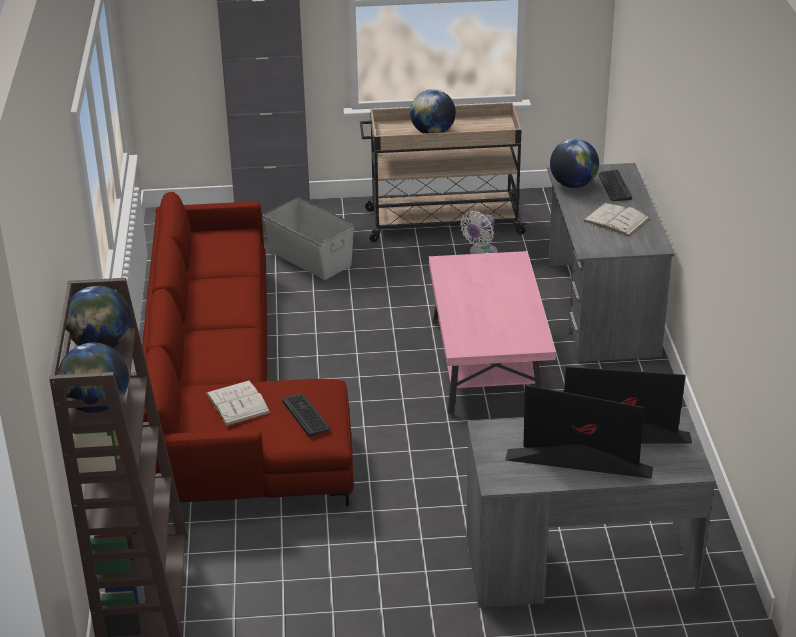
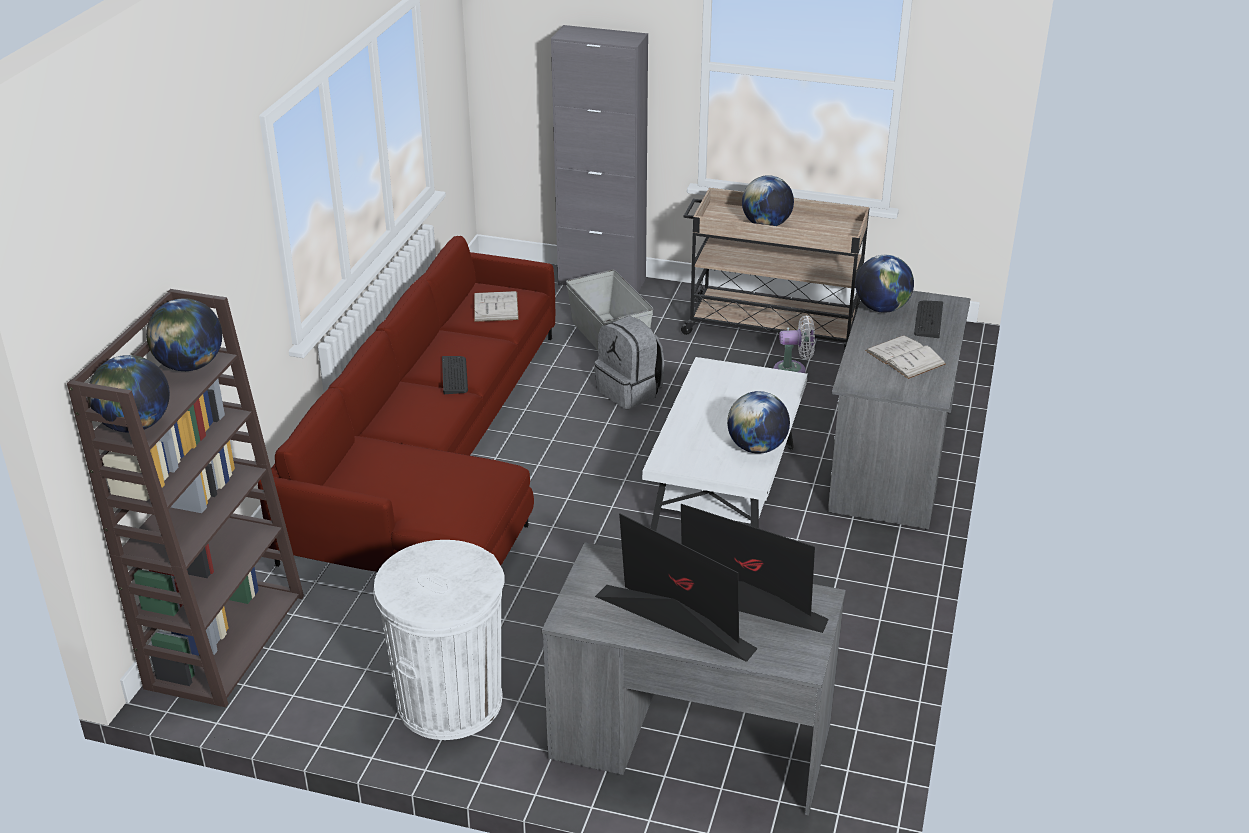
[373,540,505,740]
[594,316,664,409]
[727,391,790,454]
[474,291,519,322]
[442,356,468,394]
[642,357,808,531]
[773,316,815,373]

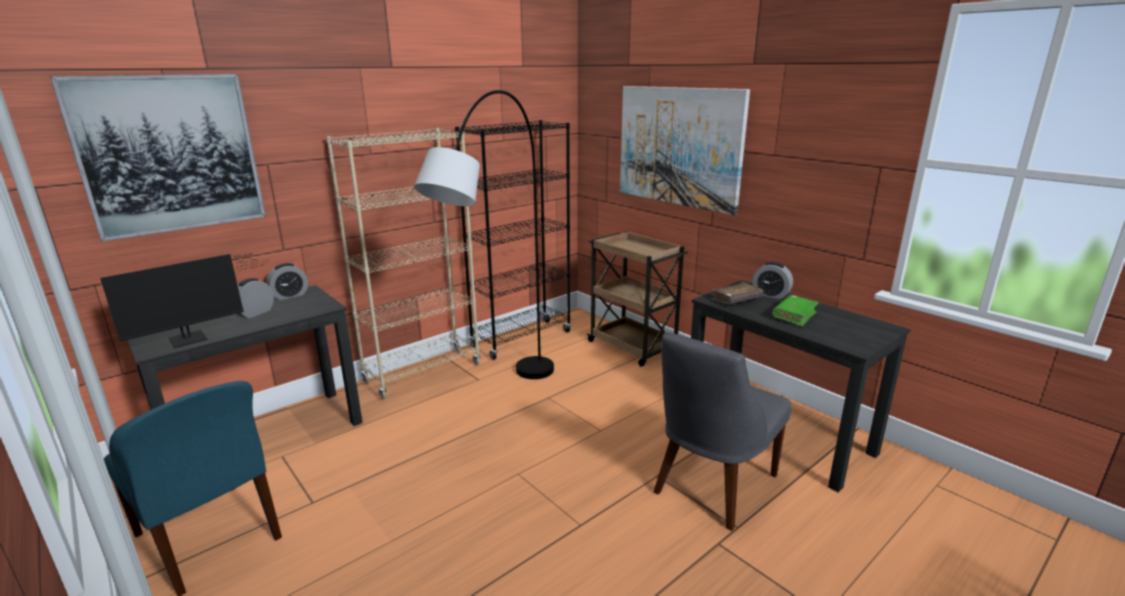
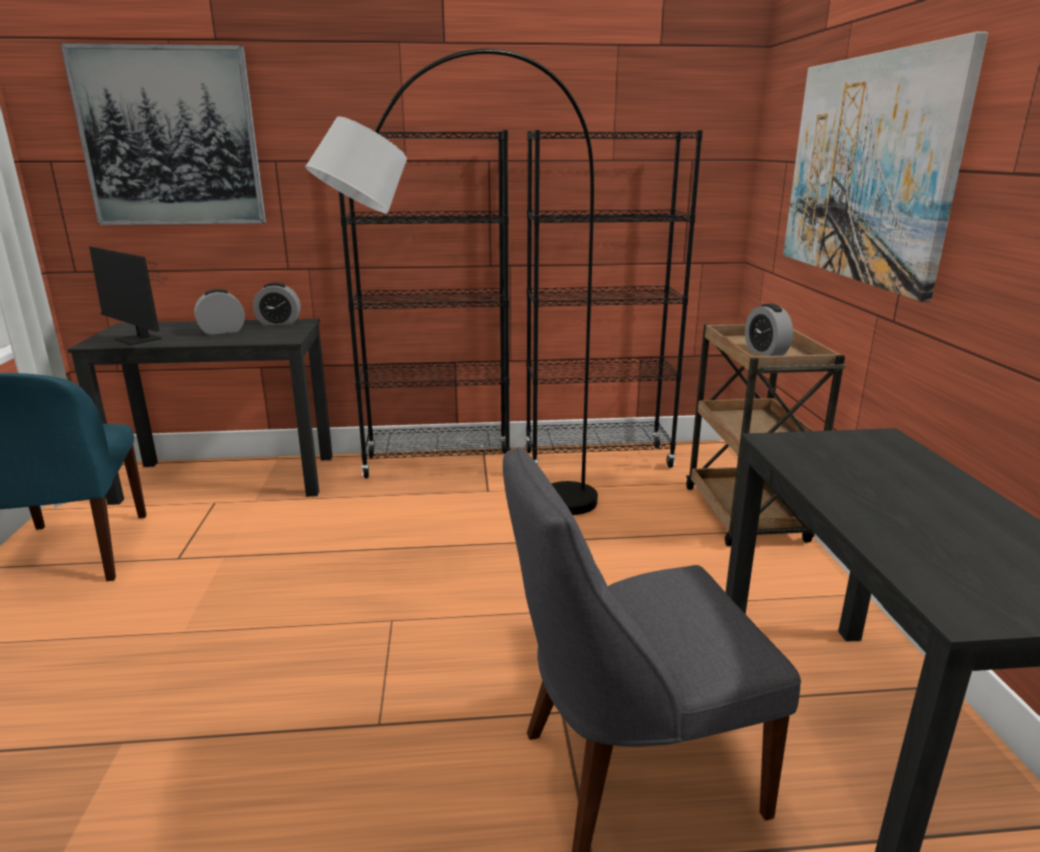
[711,282,764,305] (first image)
[772,295,819,327] (first image)
[745,304,793,356]
[339,130,510,479]
[89,246,163,345]

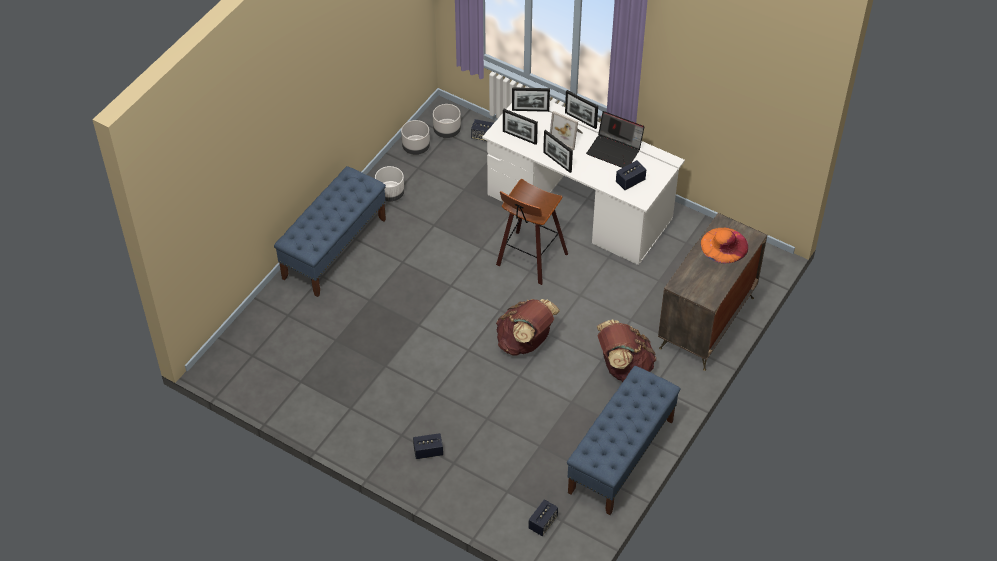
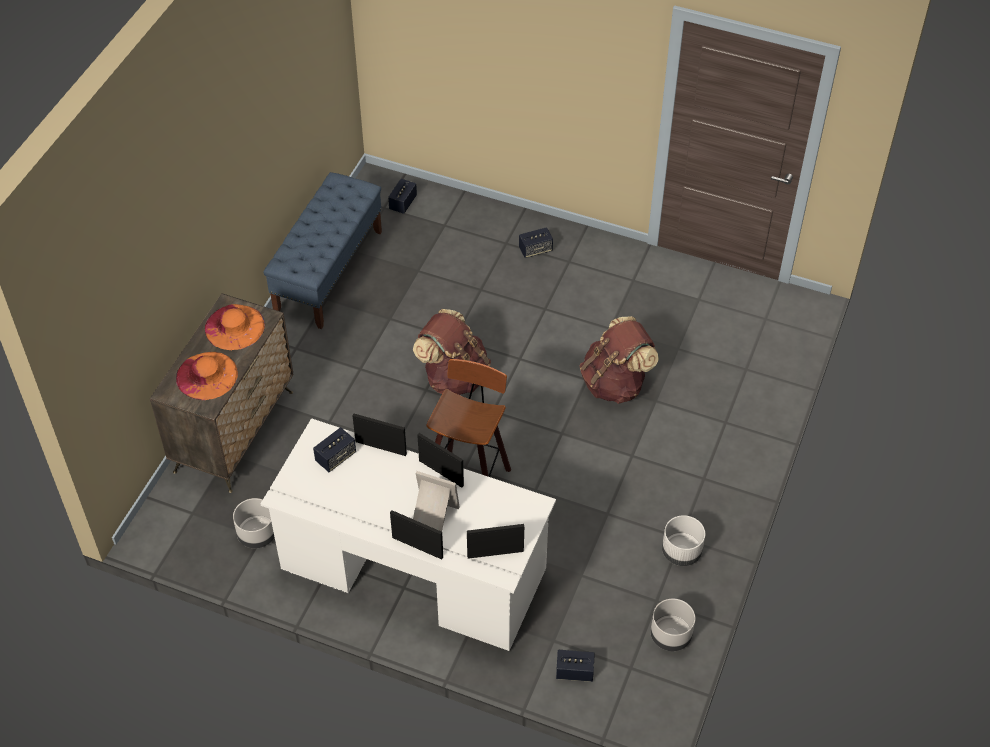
[274,166,386,297] (first image)
[586,111,644,168] (first image)
[205,304,265,350]
[233,498,275,548]
[353,414,407,456]
[580,316,659,404]

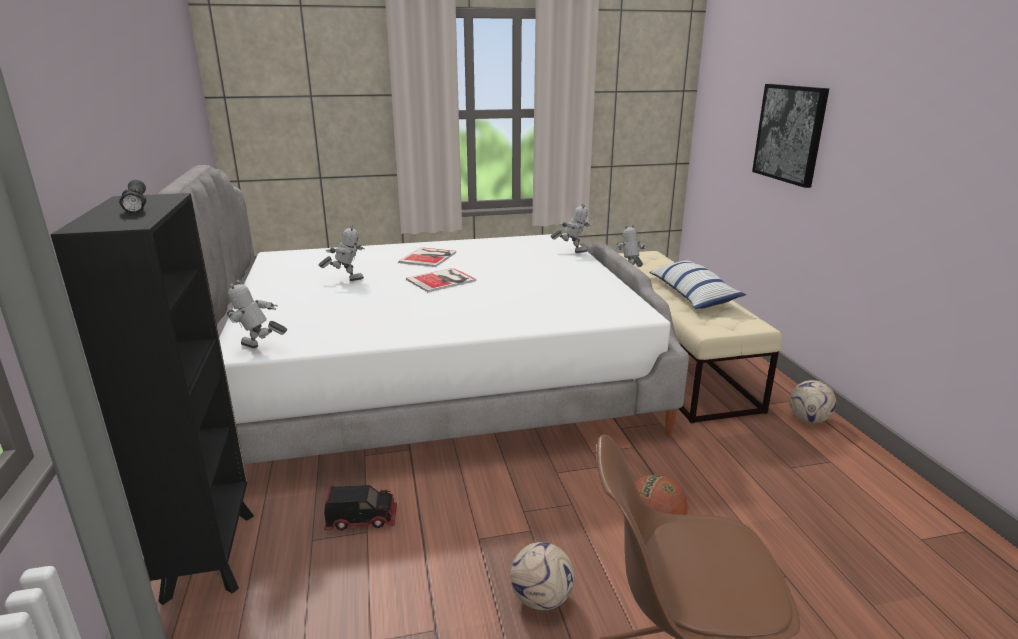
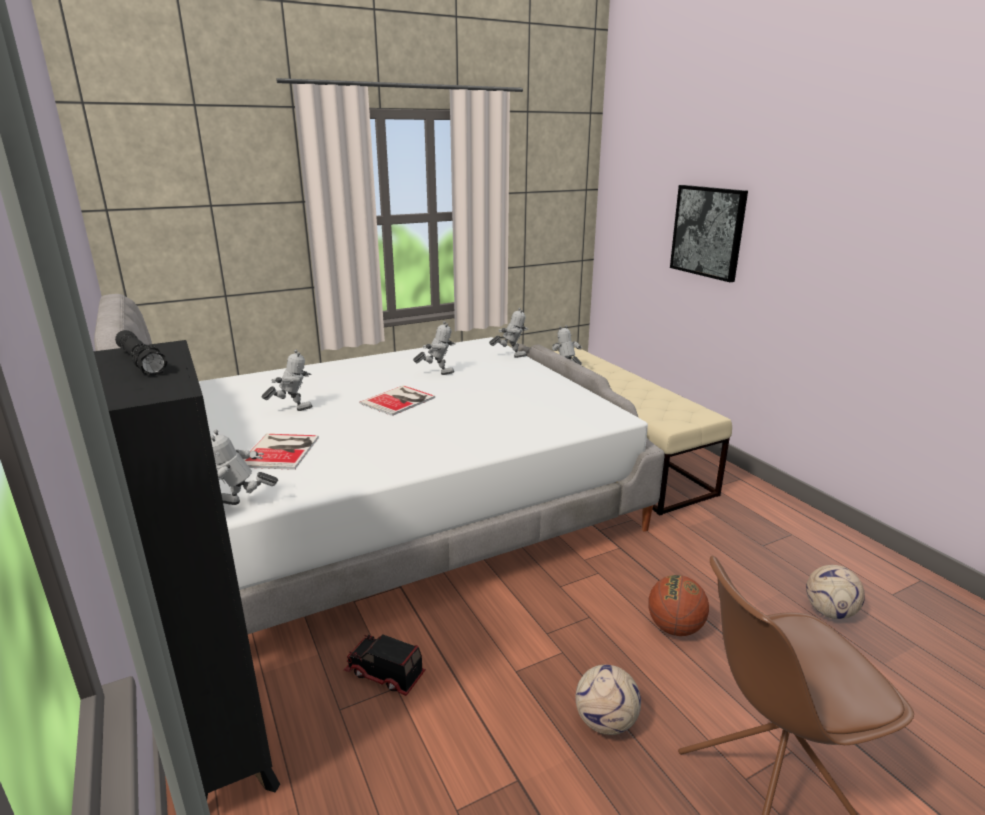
[650,261,746,309] (first image)
[413,321,456,375]
[243,434,319,470]
[806,565,865,619]
[344,635,425,696]

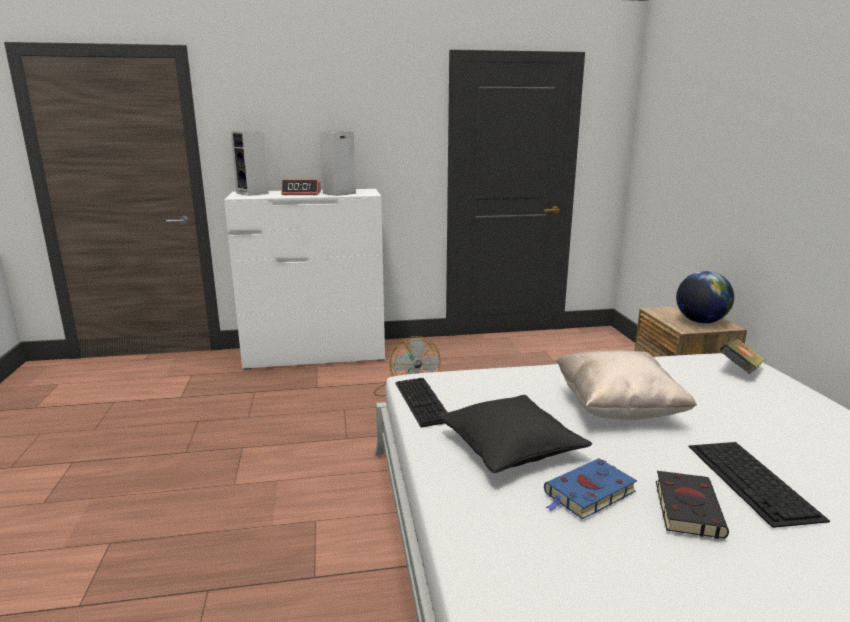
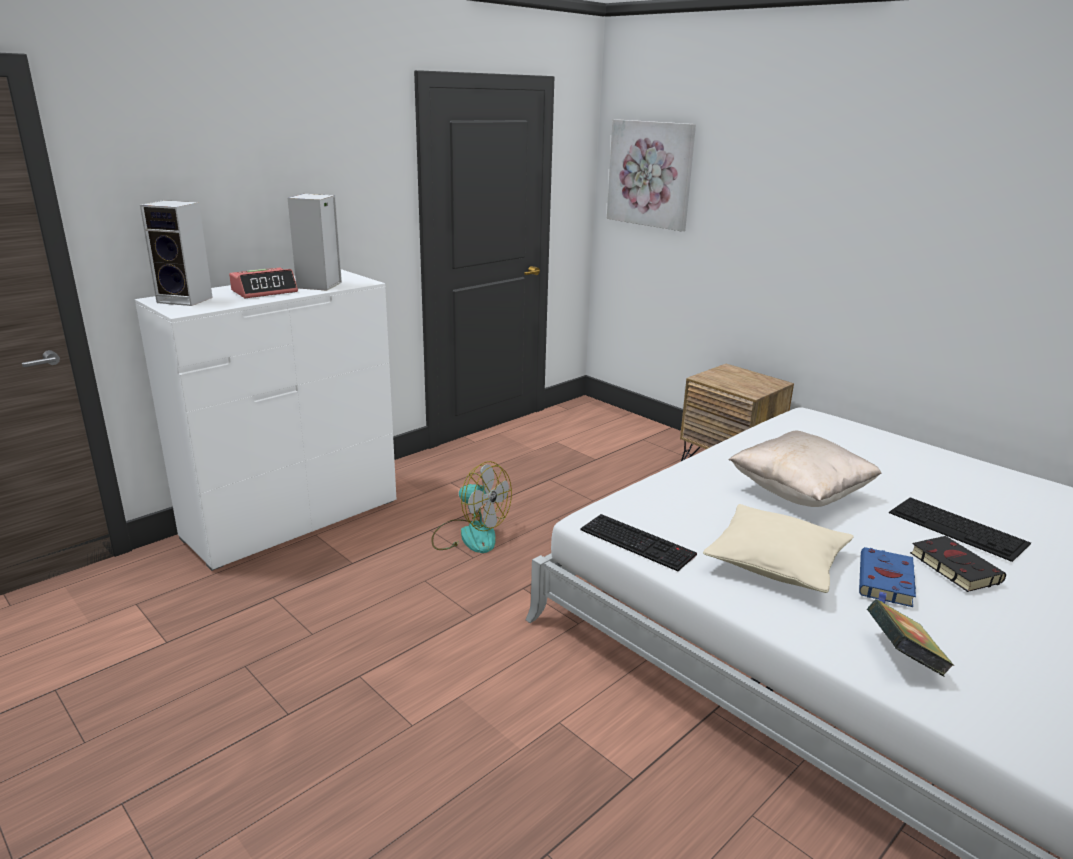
[676,271,734,323] (first image)
[607,119,696,231]
[867,599,954,676]
[703,504,854,593]

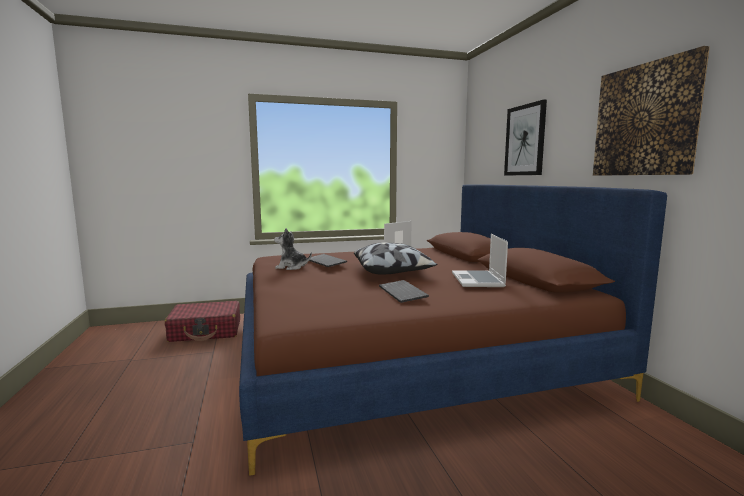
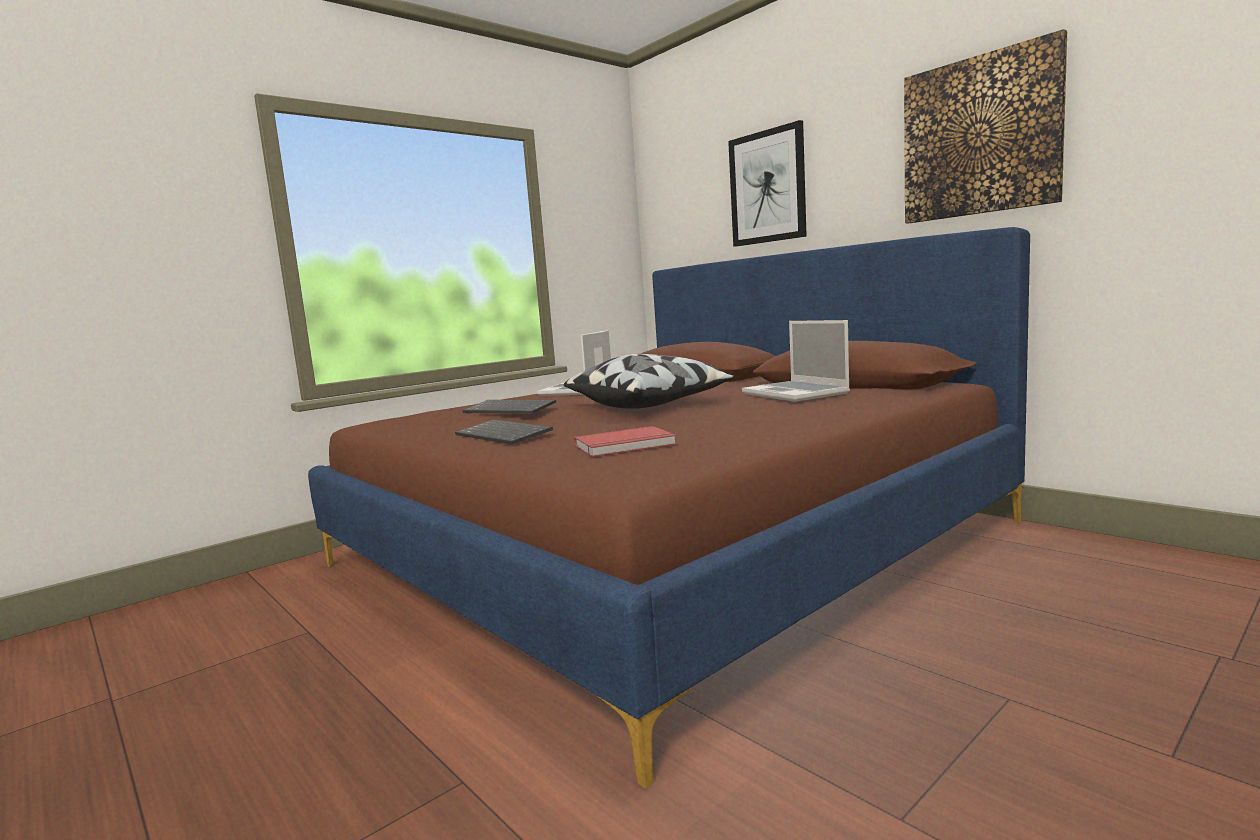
[165,301,240,342] (first image)
[274,228,312,270] (first image)
[574,426,677,457]
[455,419,553,445]

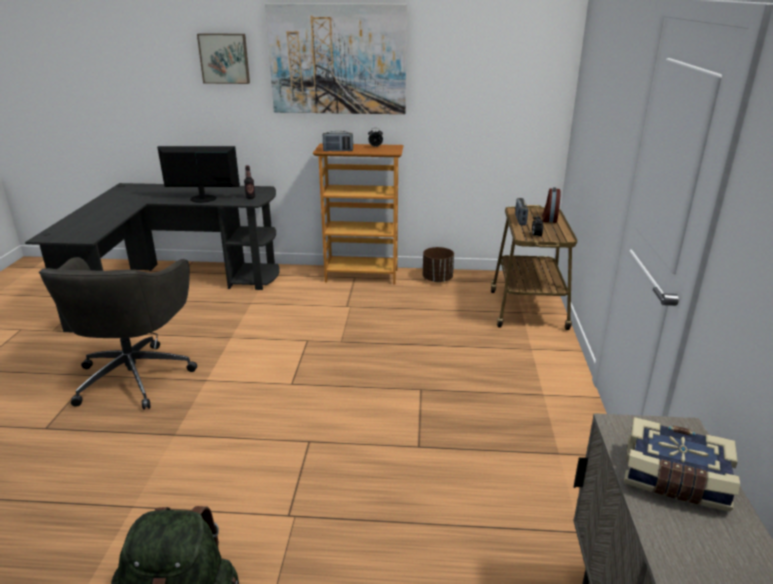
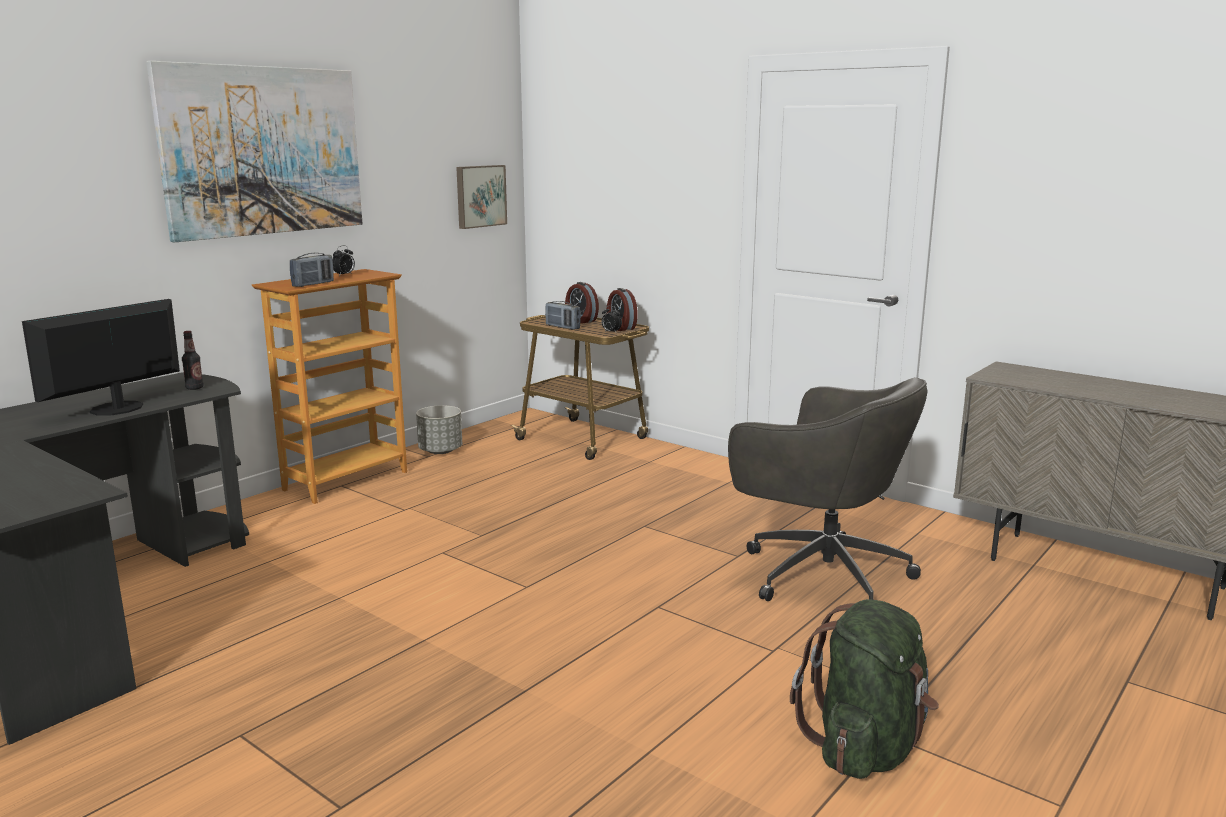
[624,417,740,512] (first image)
[607,288,638,331]
[728,377,928,601]
[456,165,507,229]
[416,405,462,454]

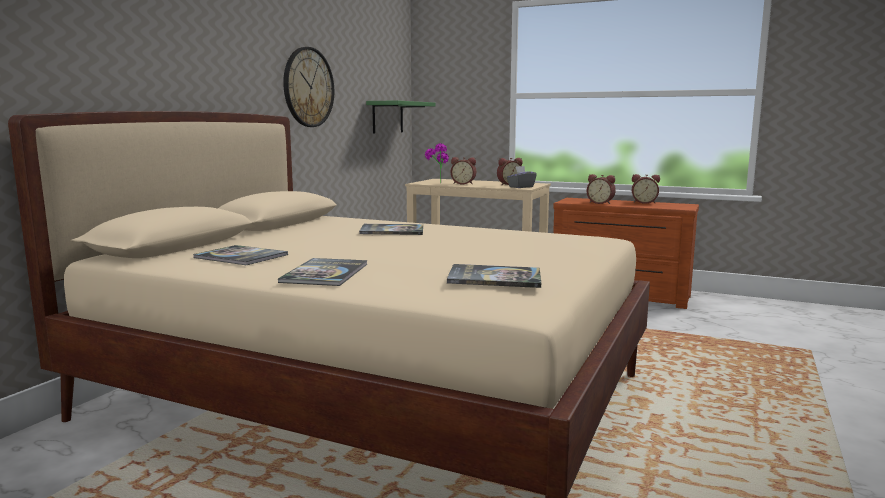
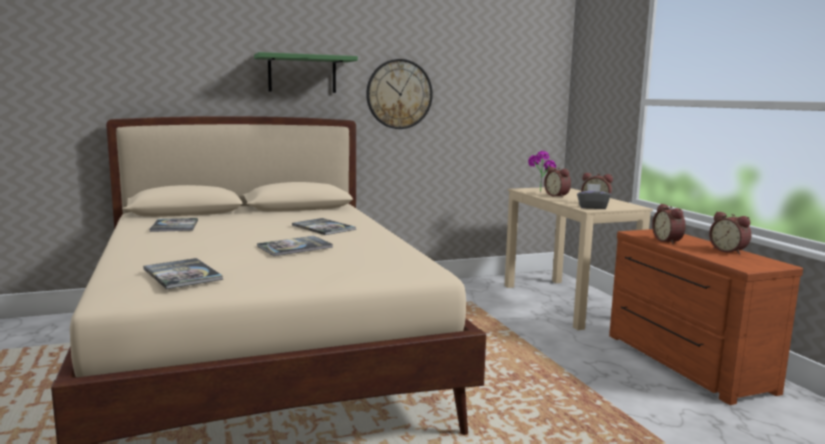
[257,236,333,256]
[254,52,358,93]

